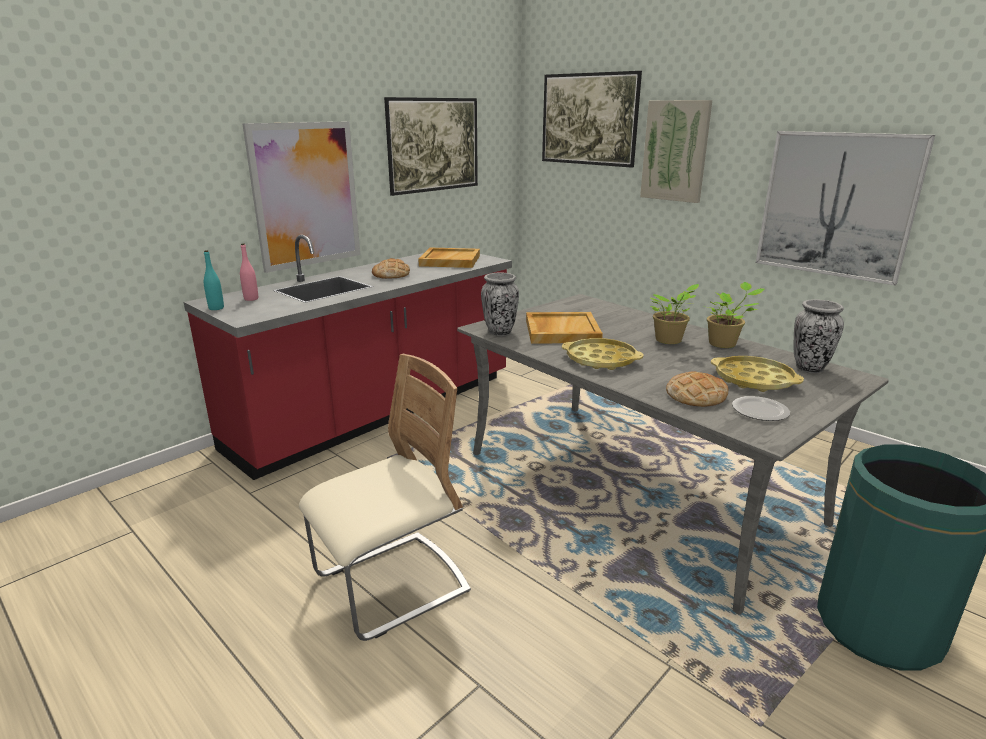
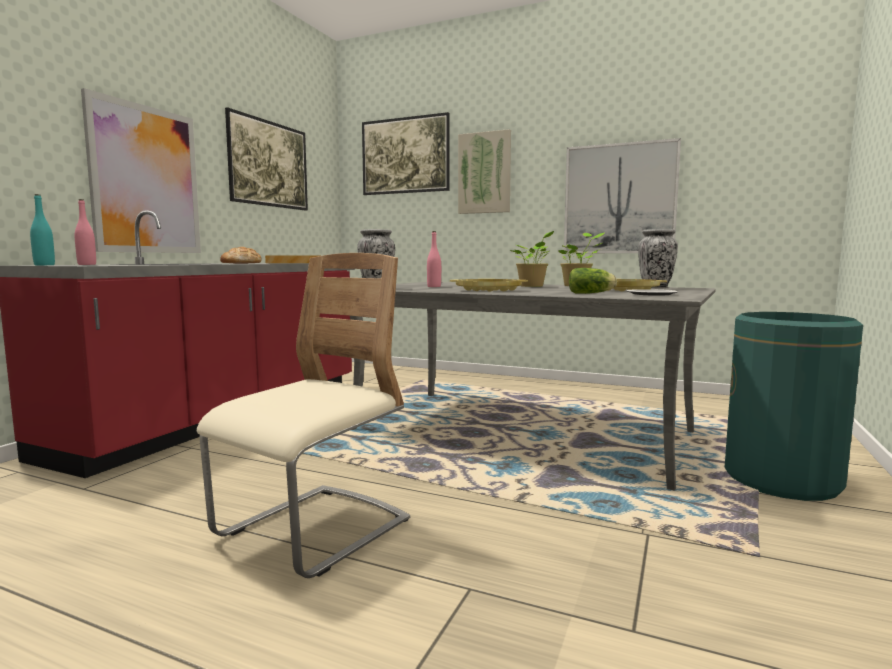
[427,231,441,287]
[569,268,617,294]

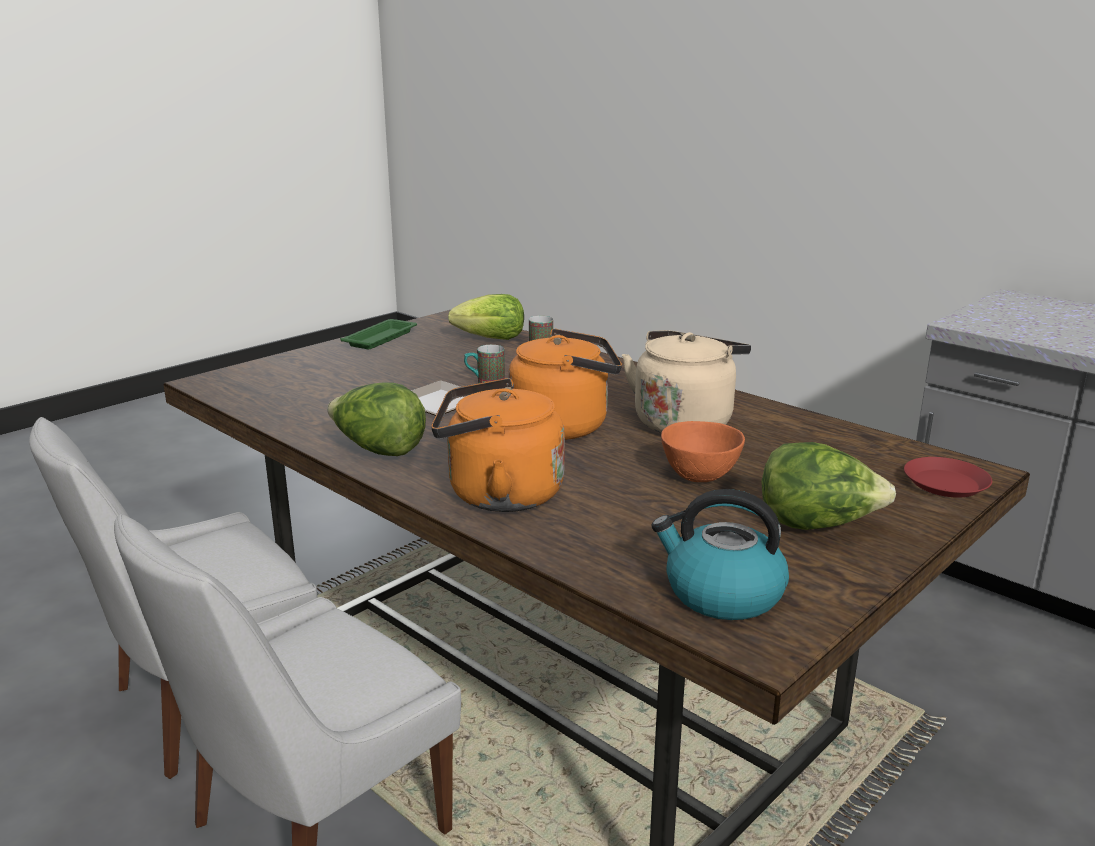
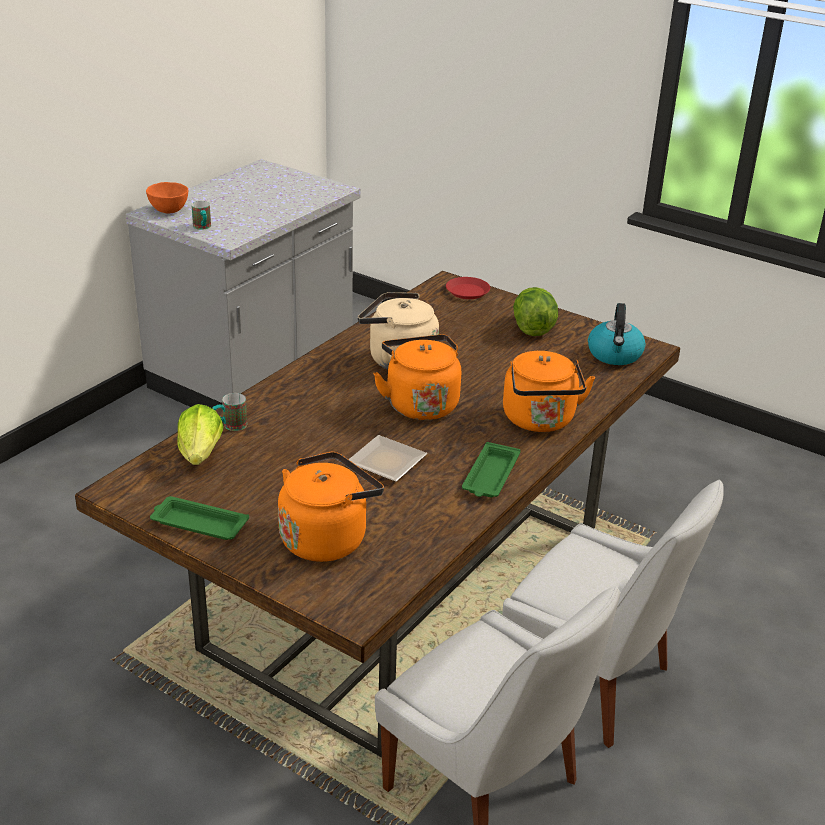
[278,451,384,562]
[192,201,211,230]
[146,182,188,213]
[462,442,521,497]

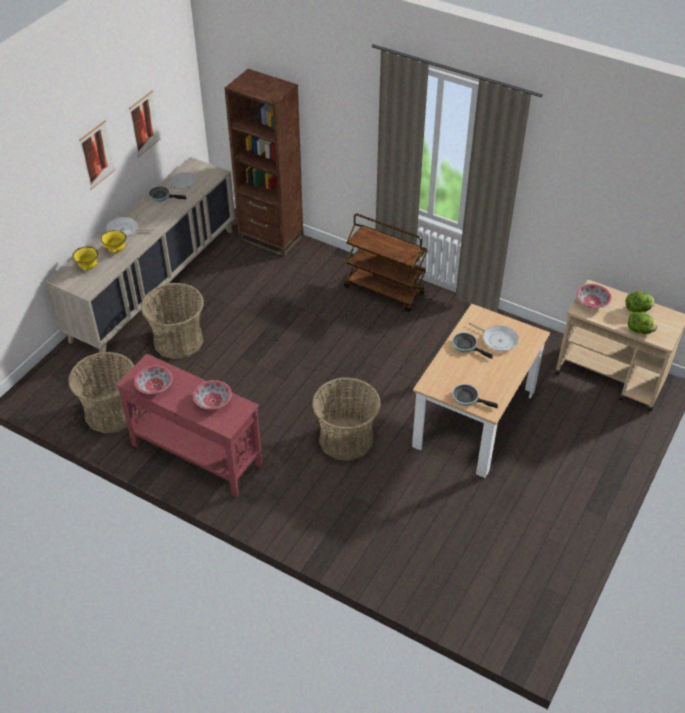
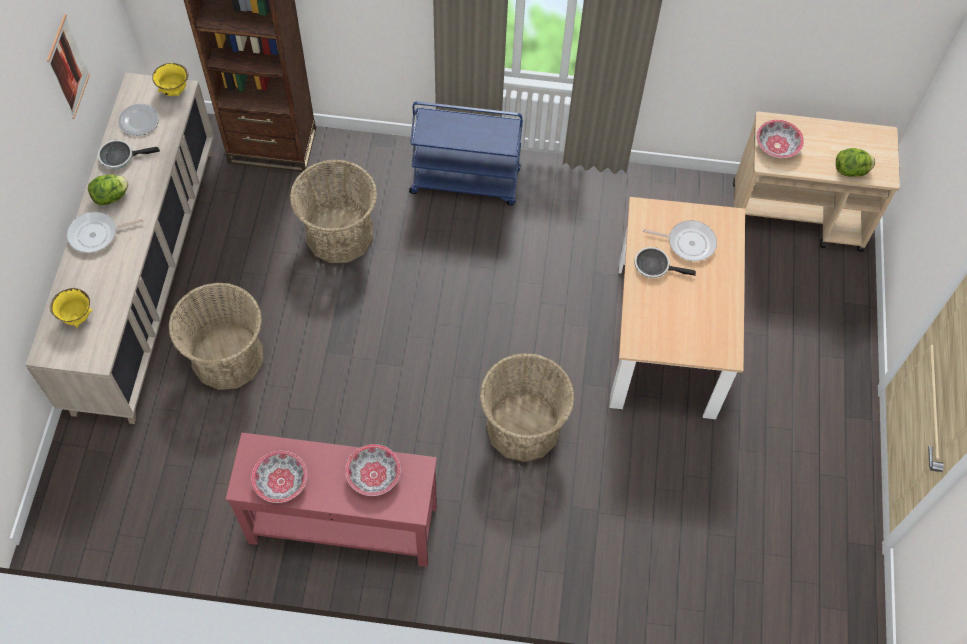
[79,120,116,190] (first image)
[452,384,498,408] (first image)
[290,159,377,263]
[152,63,188,96]
[88,174,128,205]
[409,101,523,205]

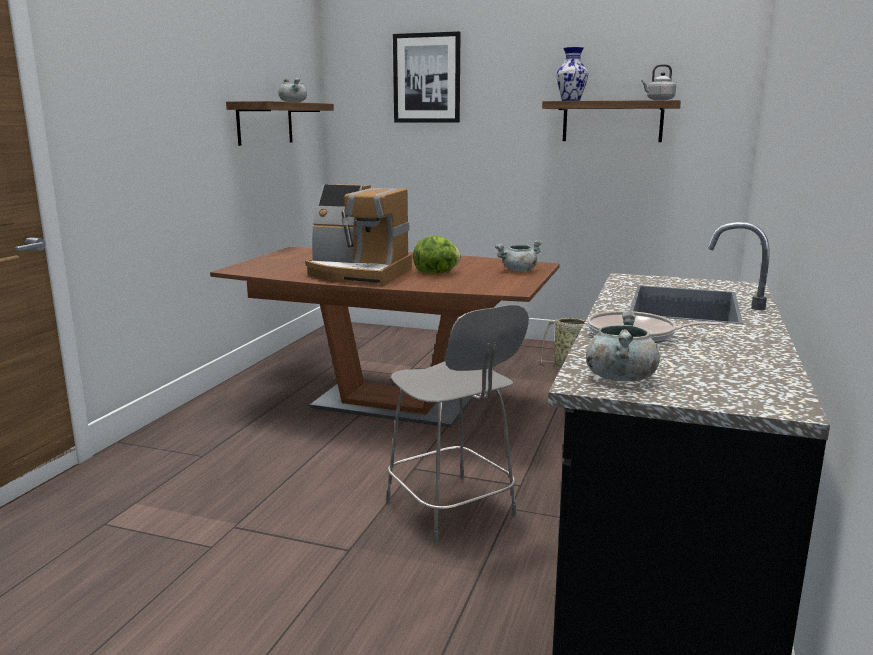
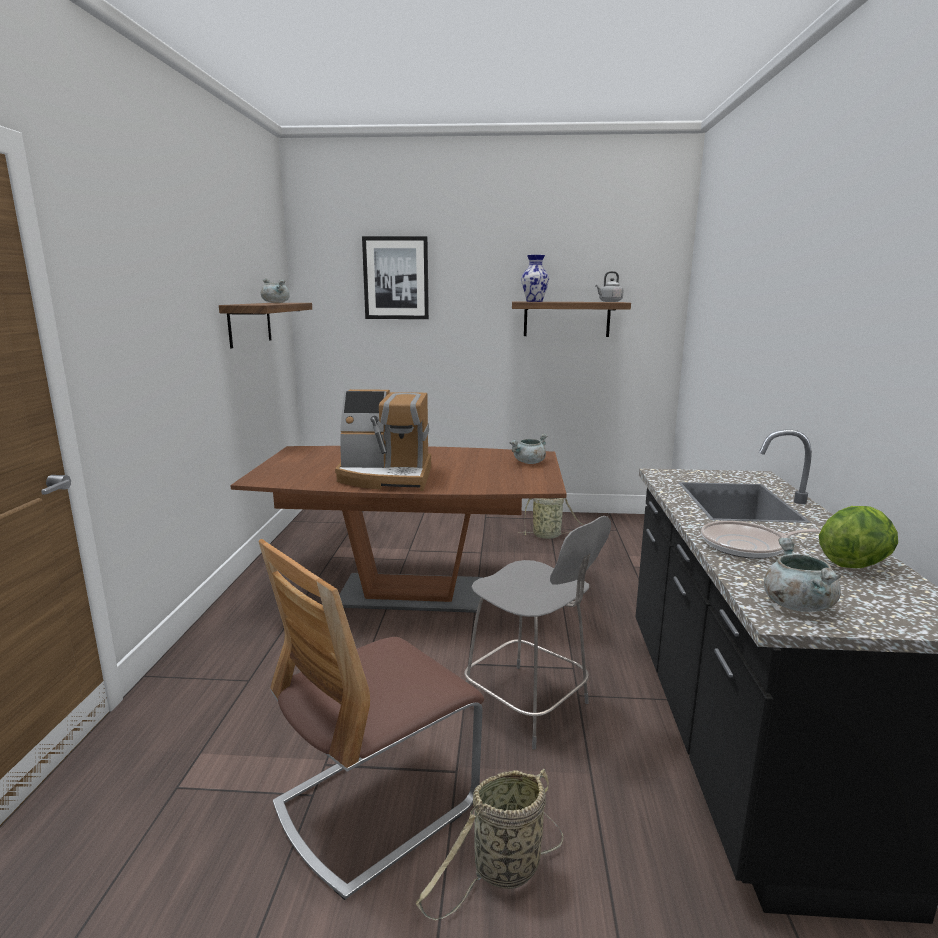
[258,539,484,900]
[416,769,564,920]
[819,506,898,568]

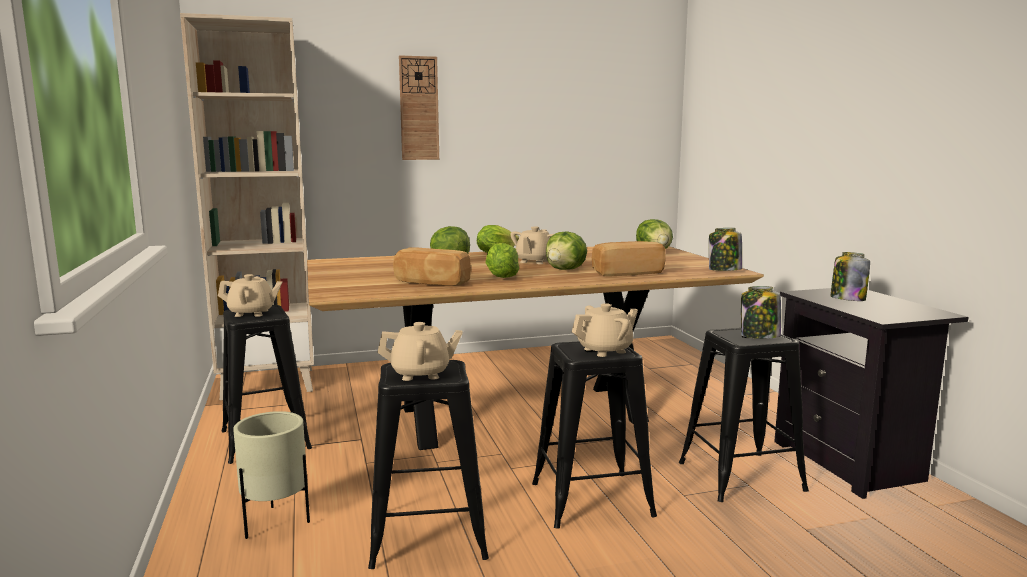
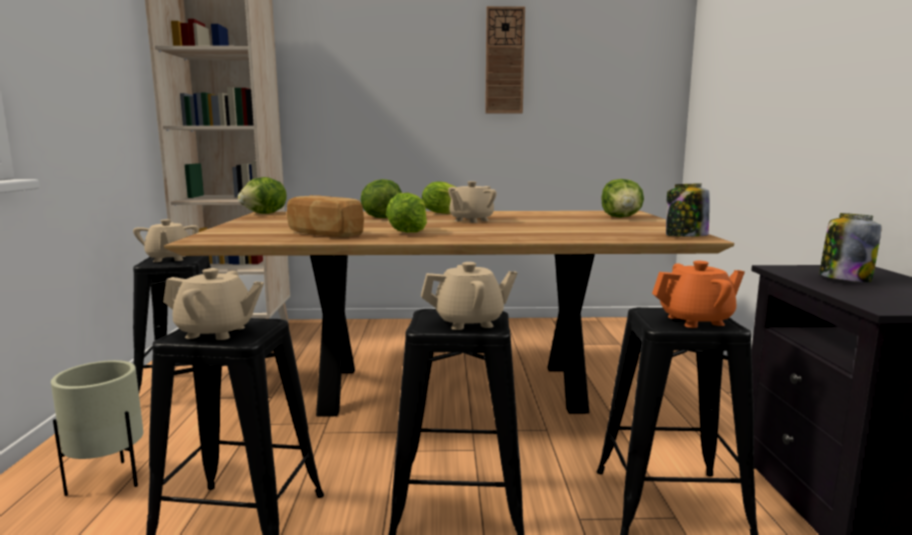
[592,241,666,276] (first image)
[485,6,525,113]
[238,177,287,214]
[652,261,745,328]
[133,219,199,262]

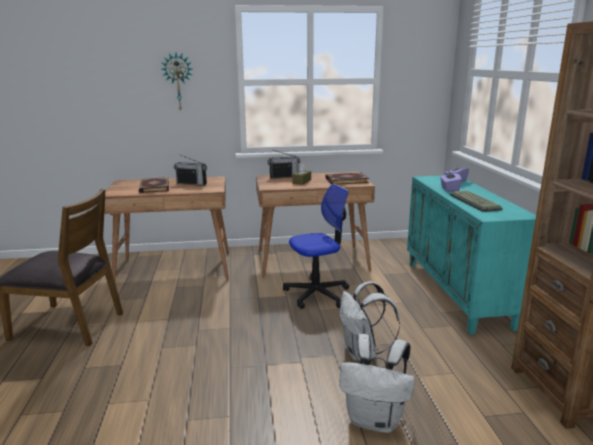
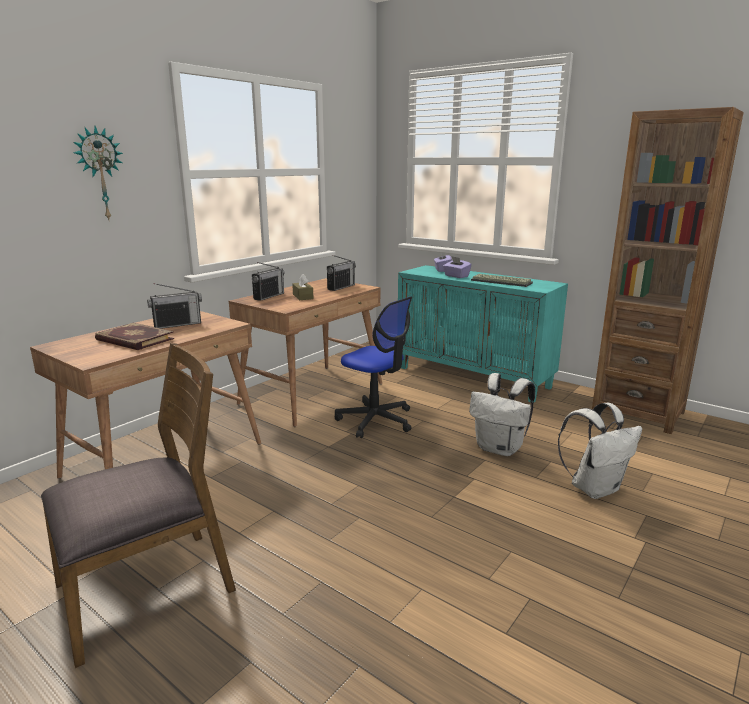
[327,255,356,291]
[335,296,412,438]

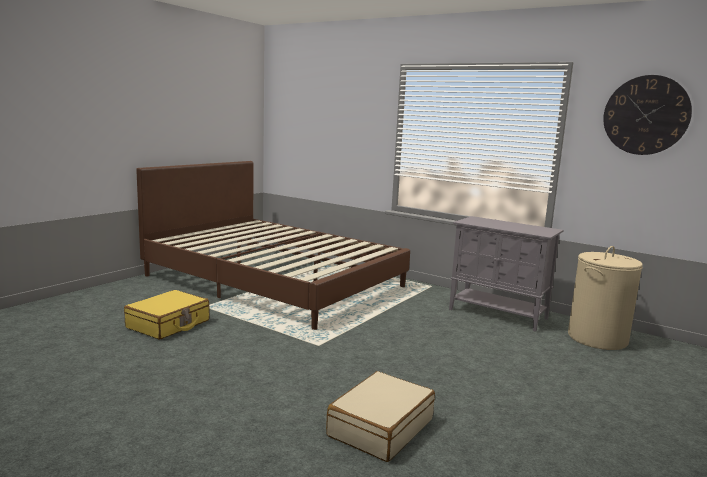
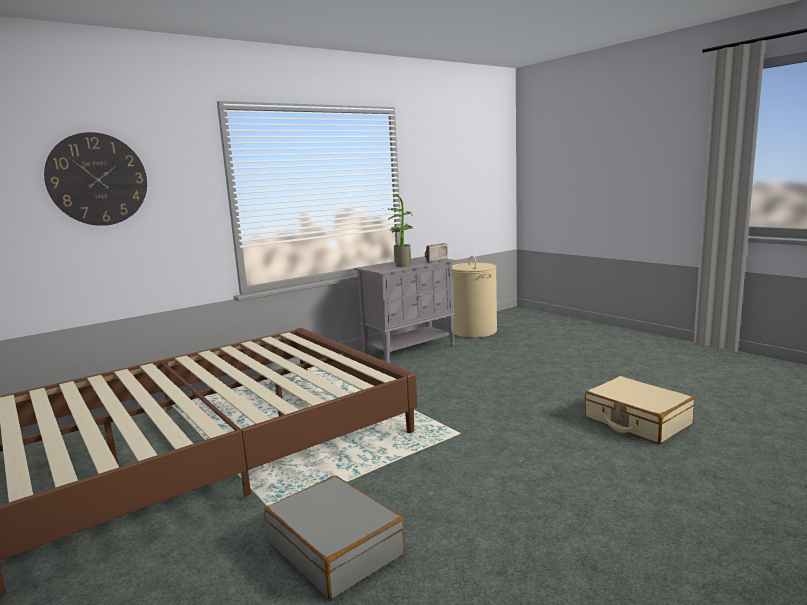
[384,194,413,267]
[425,243,447,263]
[44,132,147,226]
[264,475,404,599]

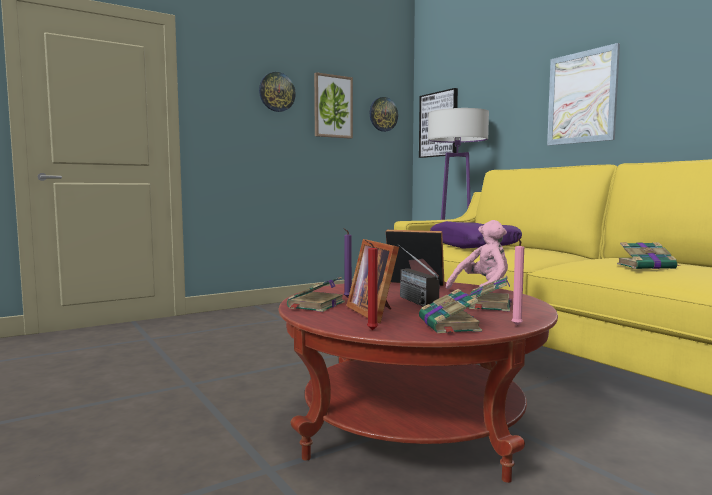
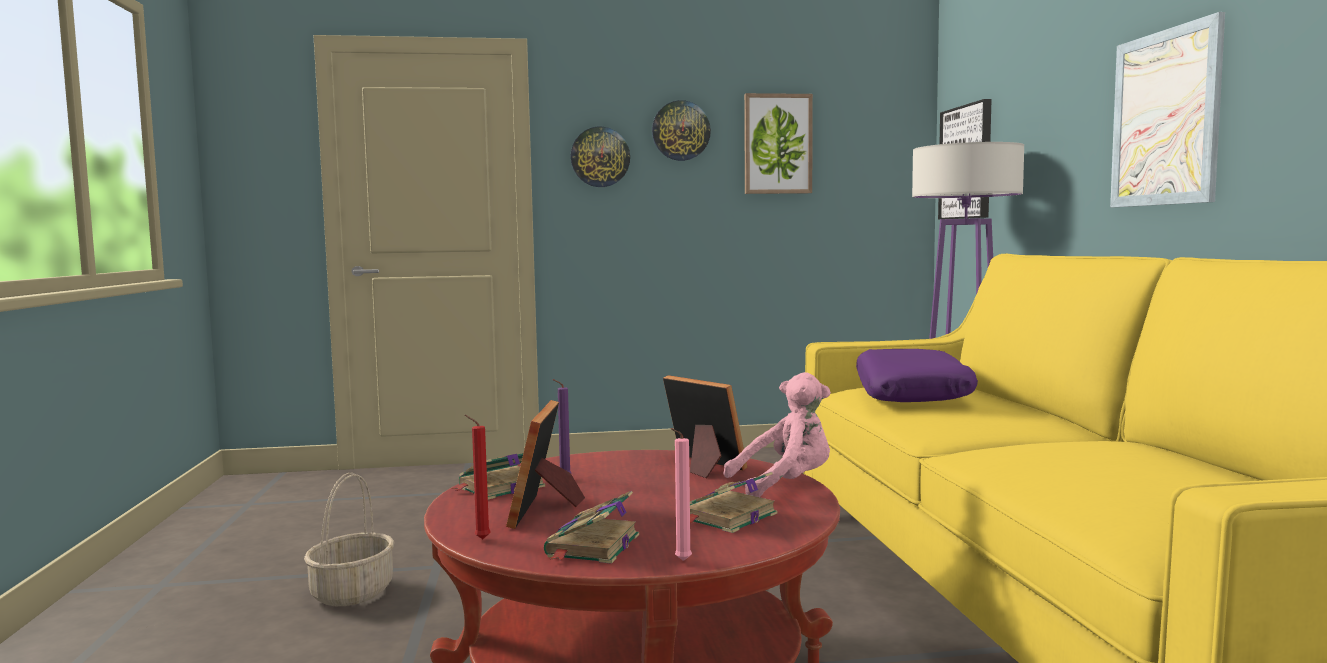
[398,244,440,307] (first image)
[617,242,681,269] (first image)
[304,473,394,606]
[571,127,630,187]

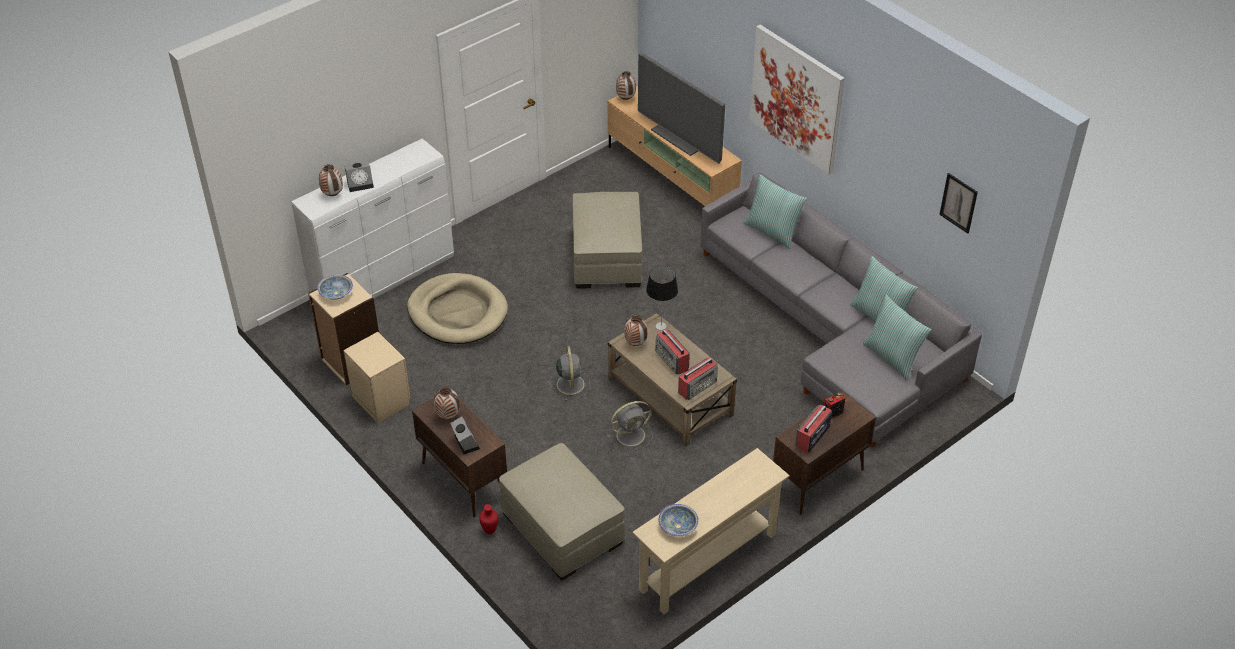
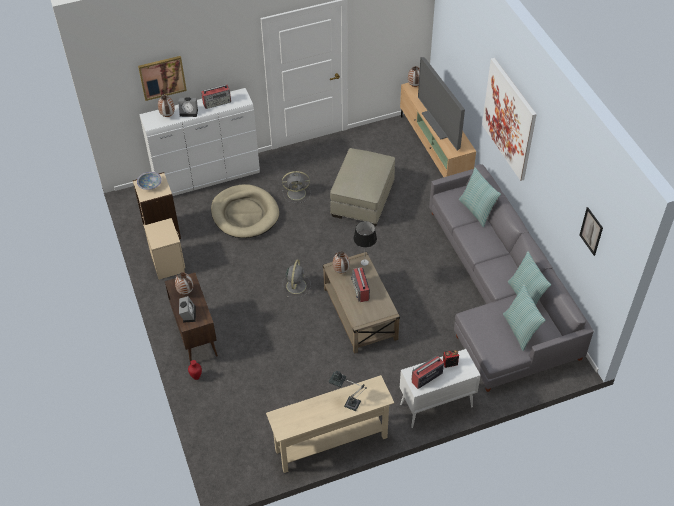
[499,443,625,580] (first image)
[658,504,699,536] (first image)
[138,56,187,101]
[329,371,367,411]
[282,171,311,203]
[201,85,231,109]
[400,349,481,428]

